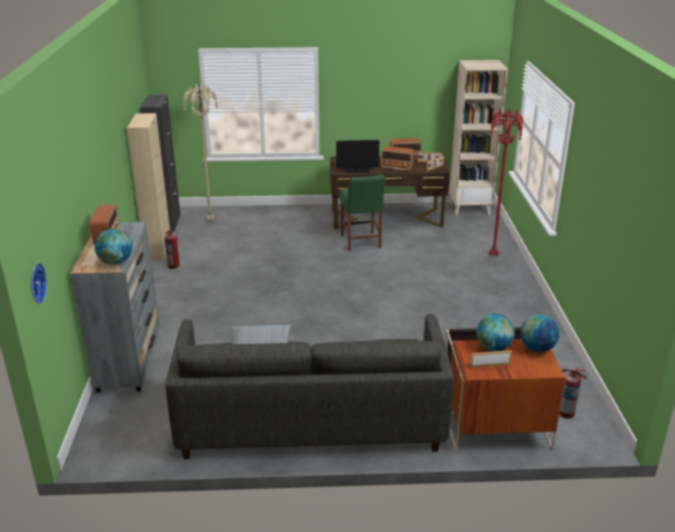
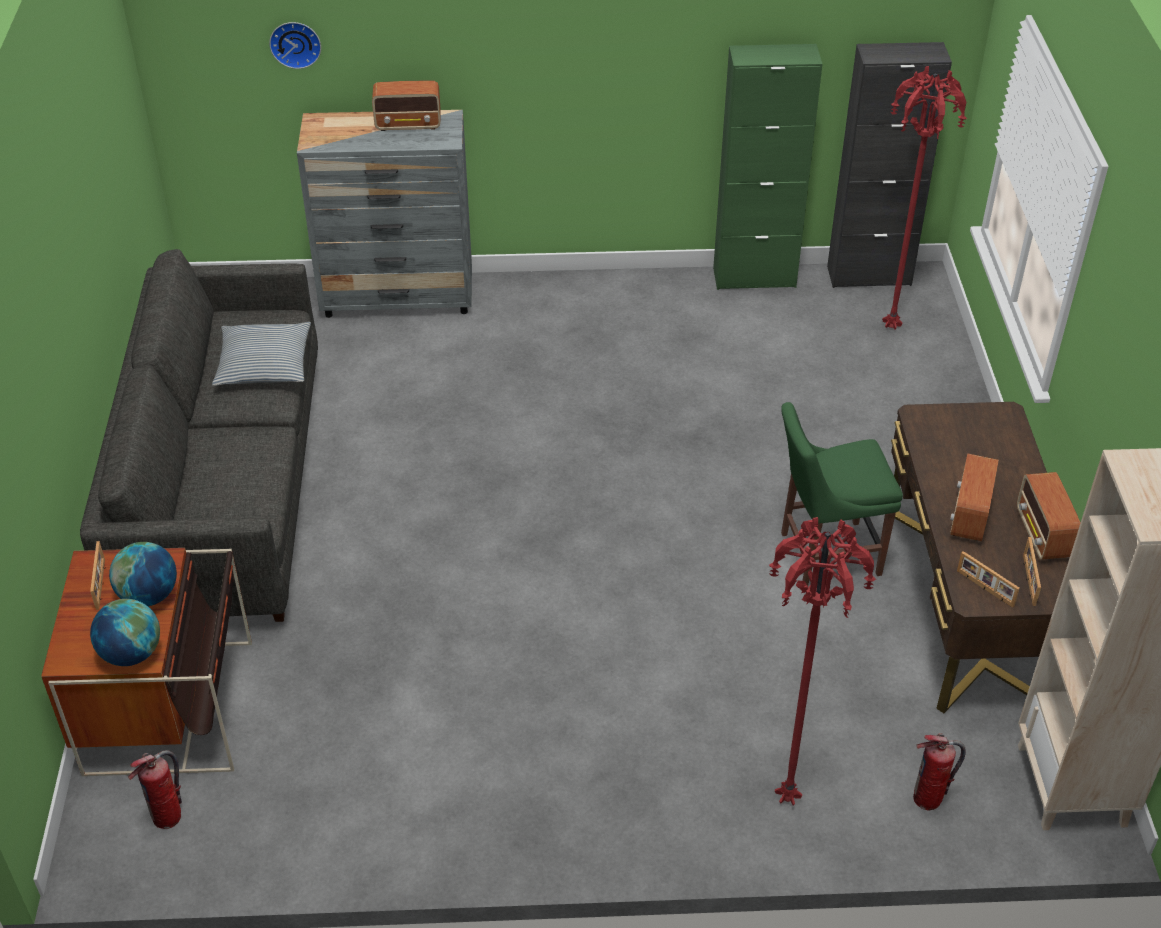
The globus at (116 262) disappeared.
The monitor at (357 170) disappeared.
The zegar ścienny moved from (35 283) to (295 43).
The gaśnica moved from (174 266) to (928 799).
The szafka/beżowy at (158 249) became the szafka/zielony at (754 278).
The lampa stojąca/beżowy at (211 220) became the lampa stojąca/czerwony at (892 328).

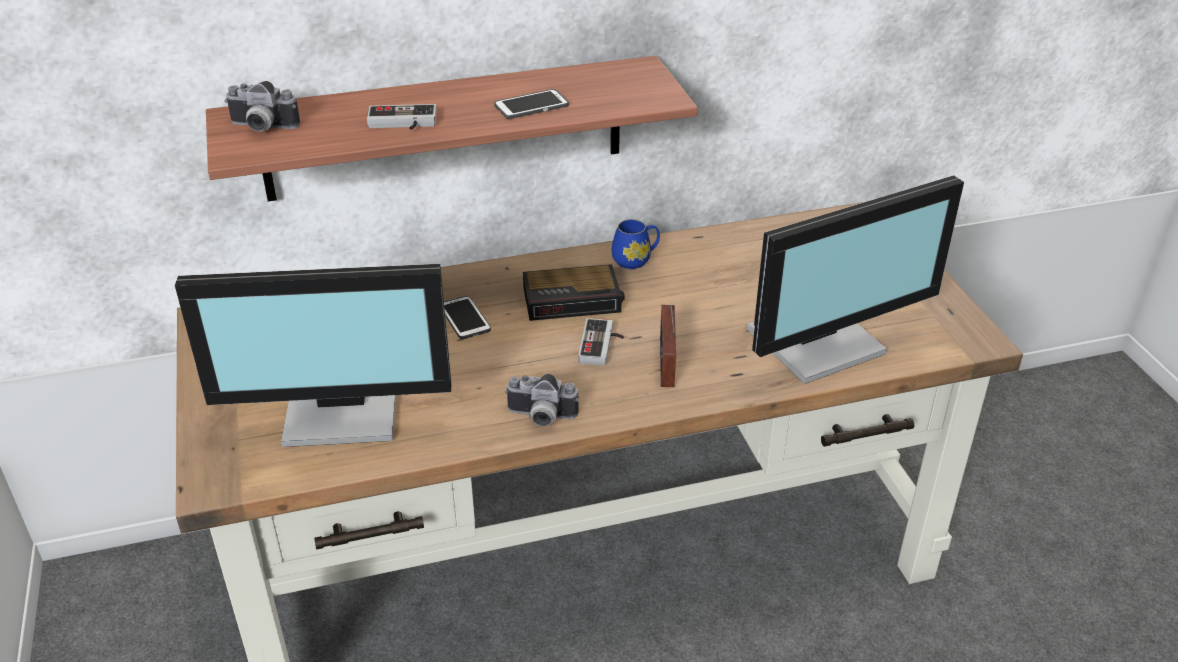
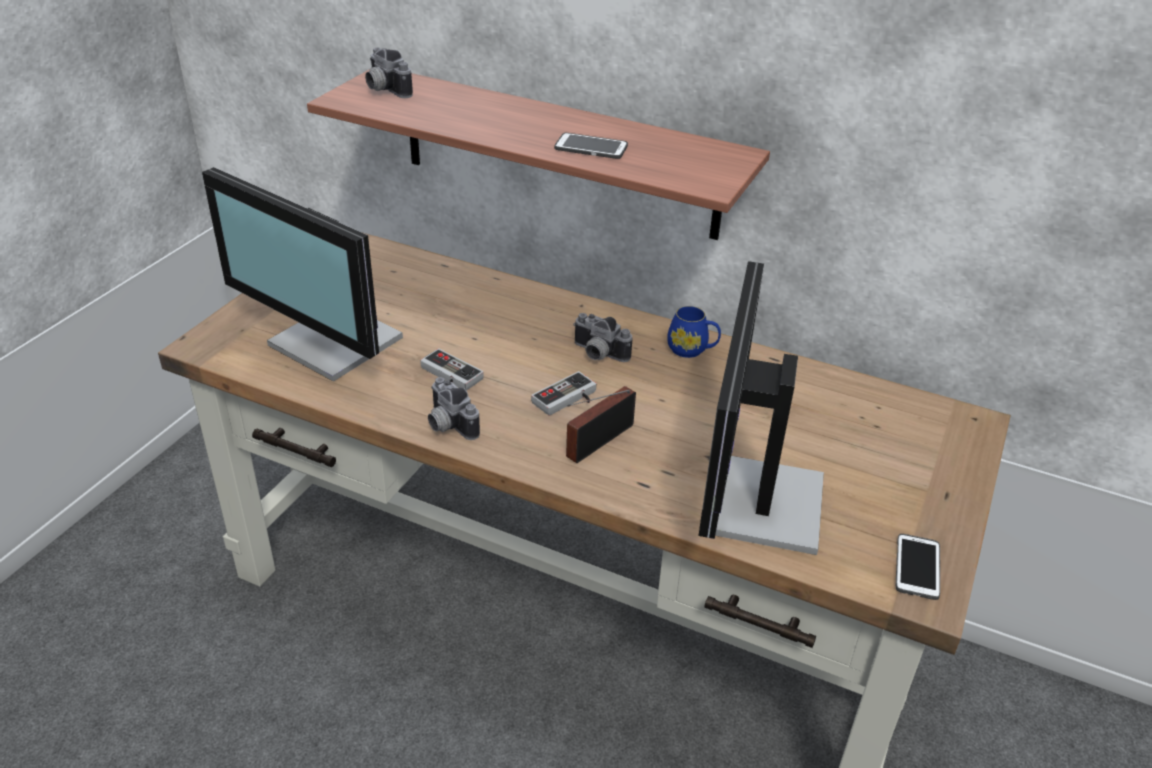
The pad do gier moved from (402 124) to (447 376).
The telefon moved from (464 318) to (917 567).
The budzik at (574 299) was replaced by the aparat fotograficzny at (597 354).
The monitor at (820 344) turned 90 degrees clockwise.

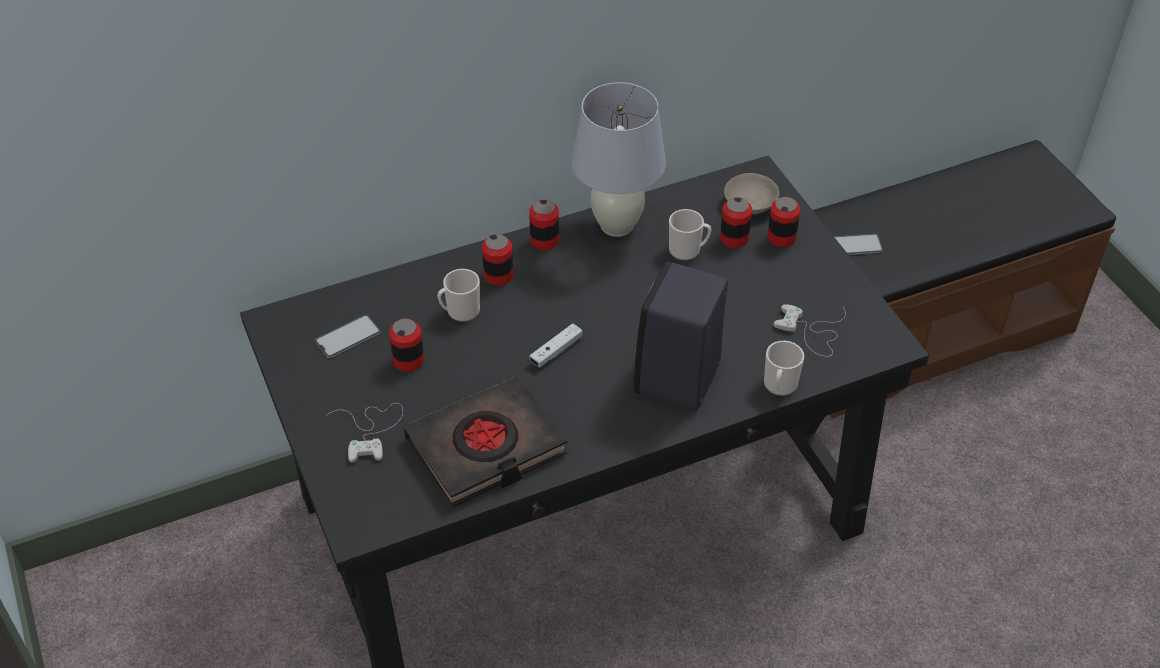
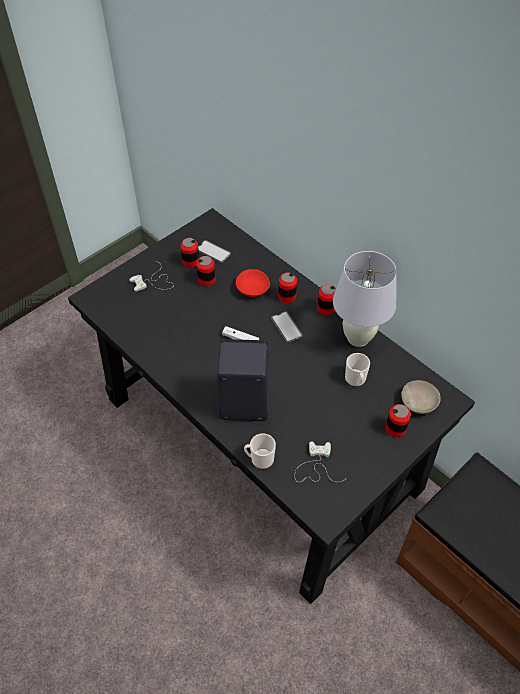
The książka/czarny at (486 448) disappeared.
The puszka moved from (734 238) to (191 262).
The telefon moved from (854 245) to (286 326).
The kubek at (460 311) was replaced by the miska/czerwony at (251 289).

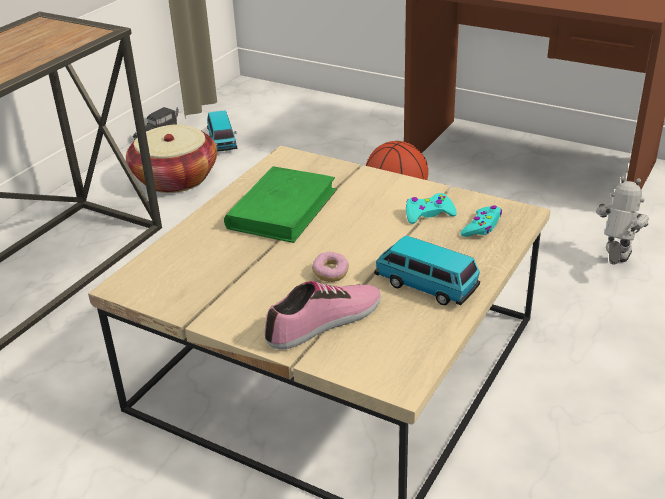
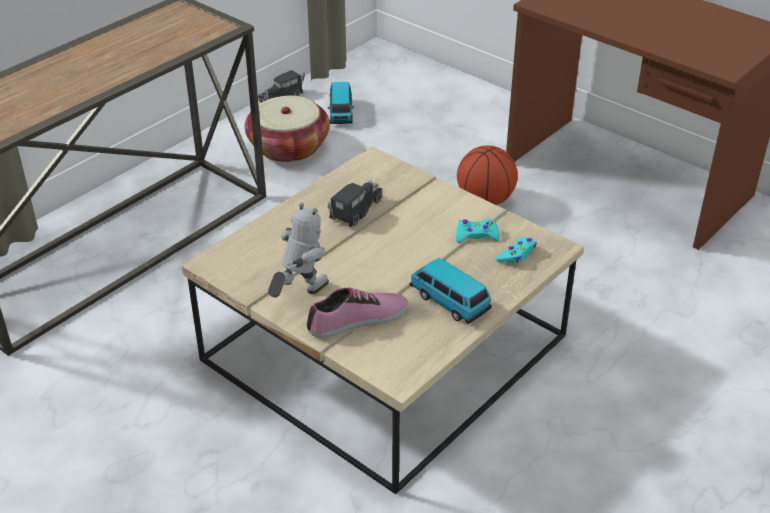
The donut at (330 273) disappeared.
The robot zabawkowy moved from (614 264) to (300 295).
The książka/zielony at (282 209) was replaced by the ciężarówka zabawkowa at (355 211).

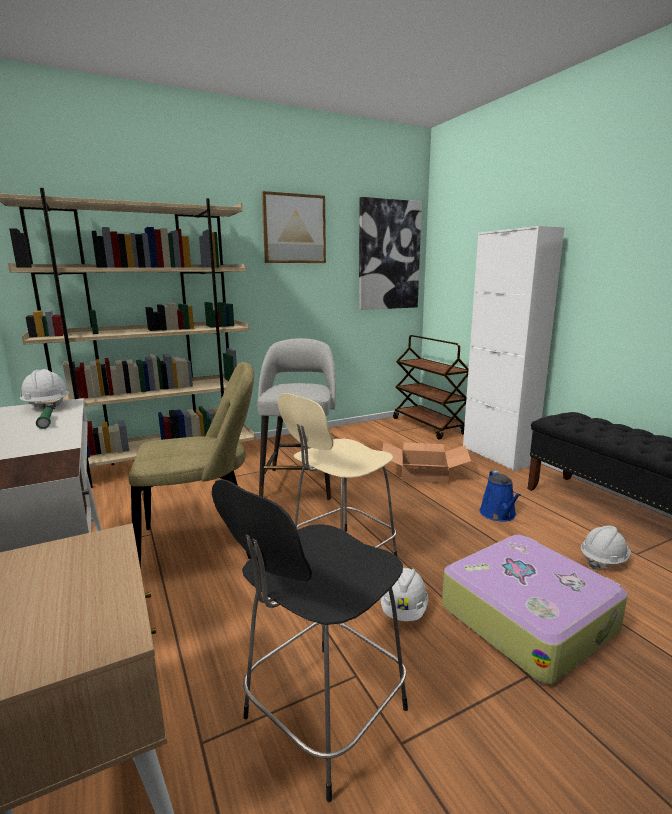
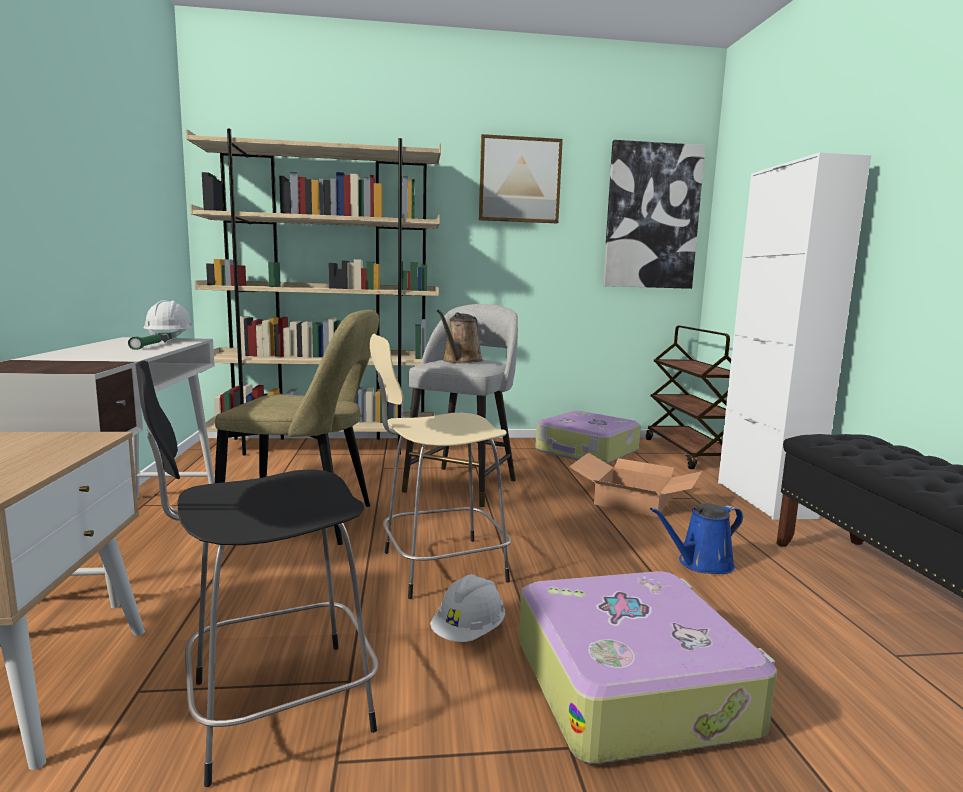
The kask/biały at (603 560) disappeared.
The konewka/brązowy at (460 361) appeared.
The walizka at (587 451) appeared.
The konewka/niebieski at (499 514) turned 45 degrees clockwise.

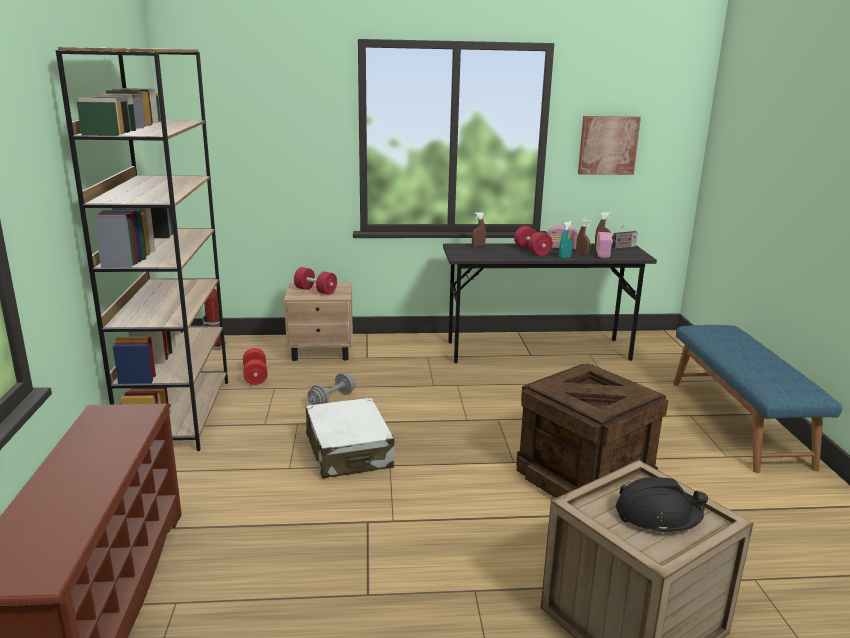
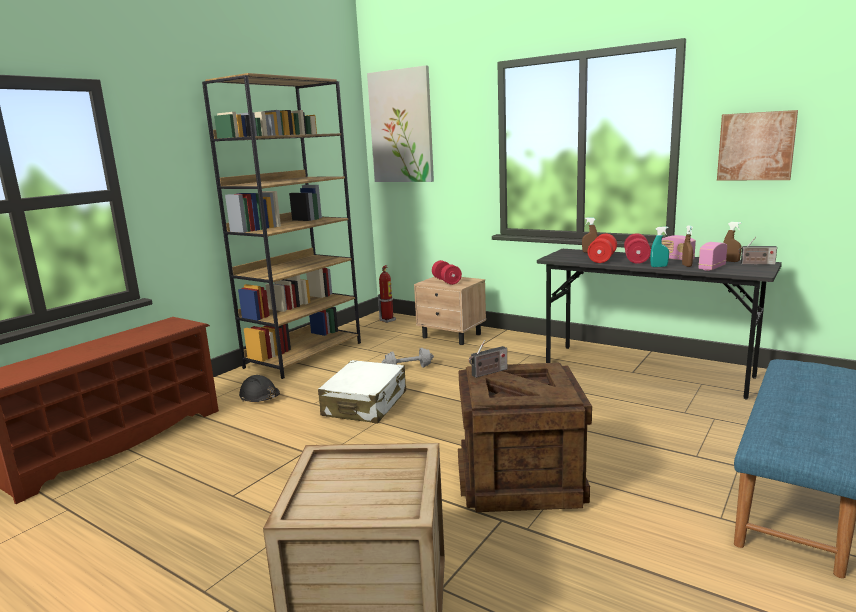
The obraz at (401 127) appeared.
The radio at (488 373) appeared.
The hantel/czerwony moved from (255 376) to (602 259).
The kask/czarny moved from (657 516) to (260 397).

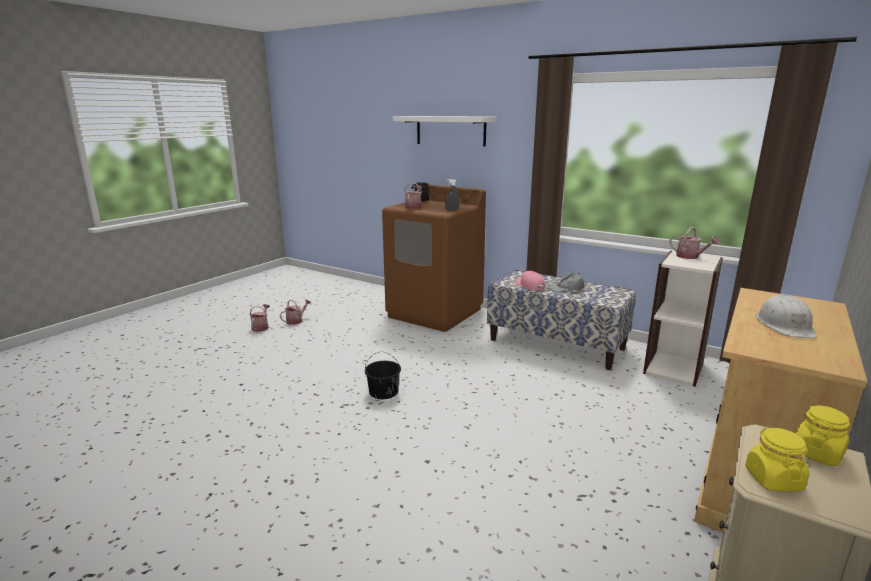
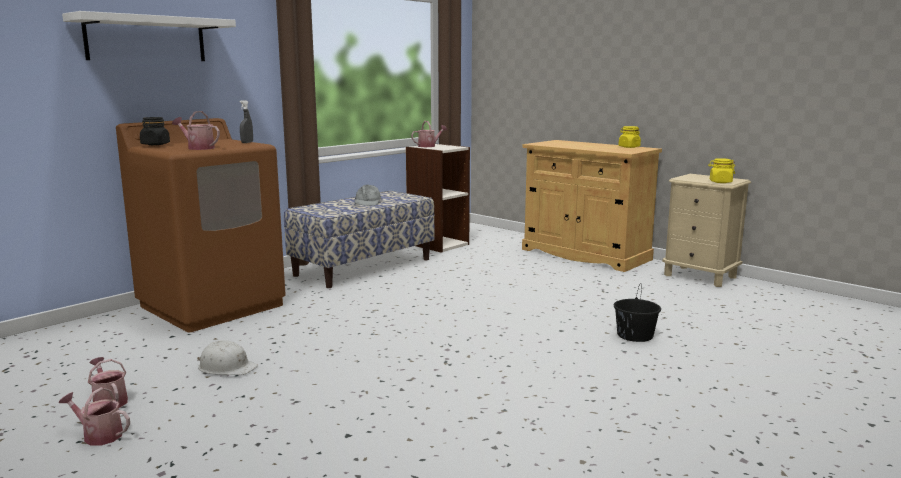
The czapka z daszkiem/różowy at (529 286) disappeared.
The wiadro/czarny moved from (384 392) to (635 335).
The kask/biały moved from (785 325) to (227 367).
The słoik/żółty moved from (817 453) to (629 147).

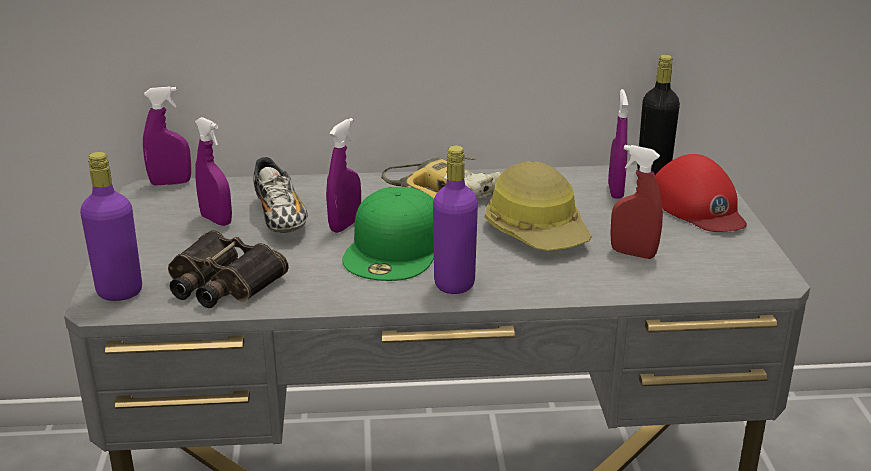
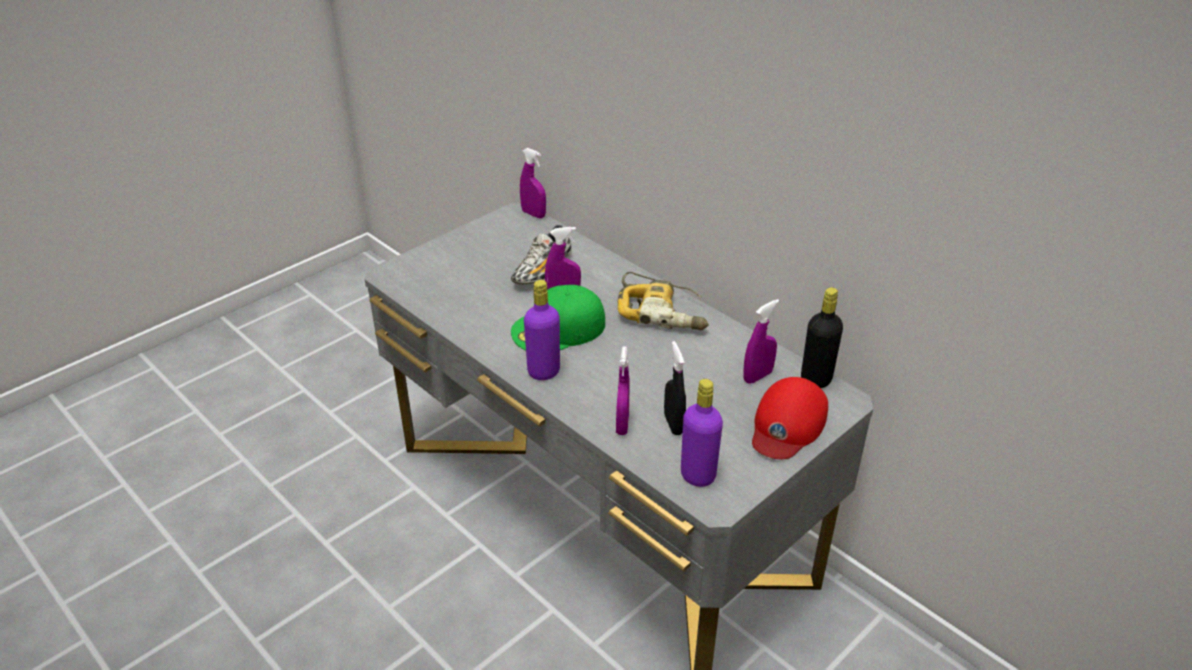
The lornetka at (221 283) disappeared.
The kask at (537 230) disappeared.
The butelka/fioletowy moved from (119 292) to (698 475).
The spryskiwacz/fioletowy moved from (216 220) to (622 424).
The spryskiwacz/czerwony at (633 253) became the spryskiwacz/czarny at (673 424).

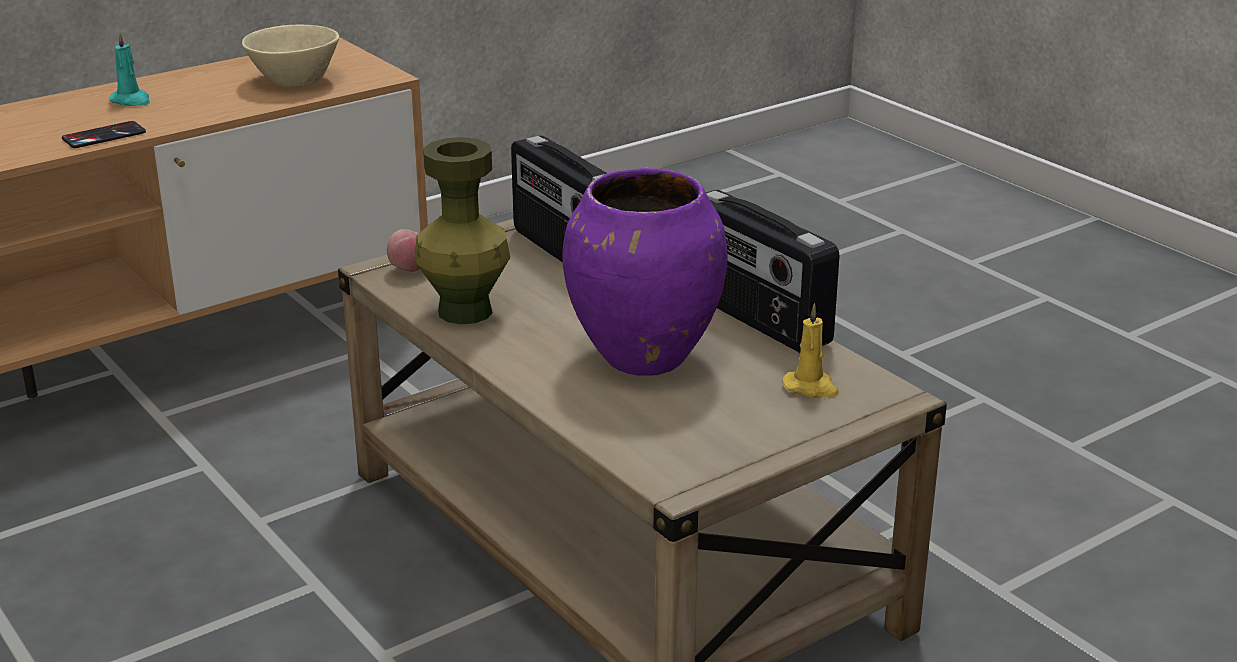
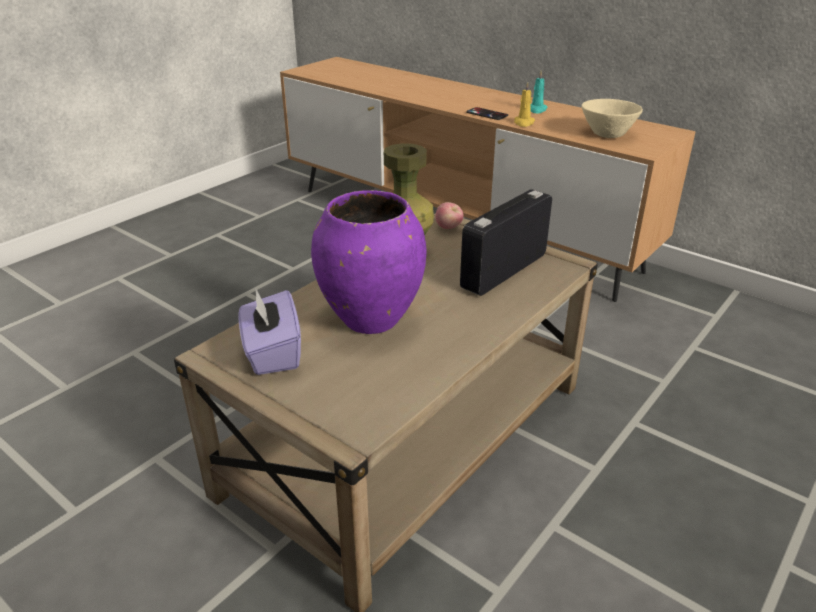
The radio at (754 318) disappeared.
The pudełko chusteczek/fioletowy at (272 353) appeared.
The świeca/żółty moved from (811 387) to (523 123).

